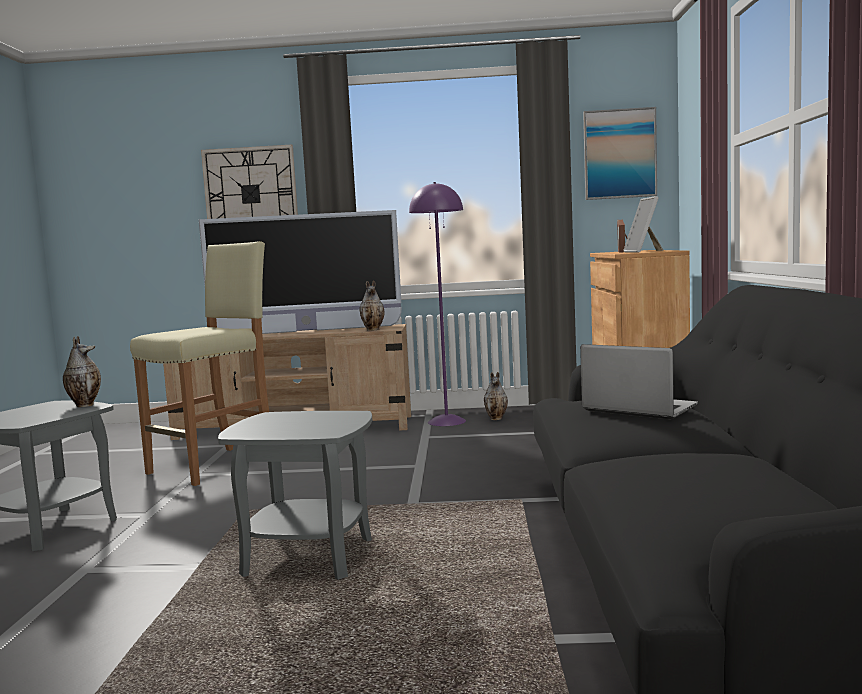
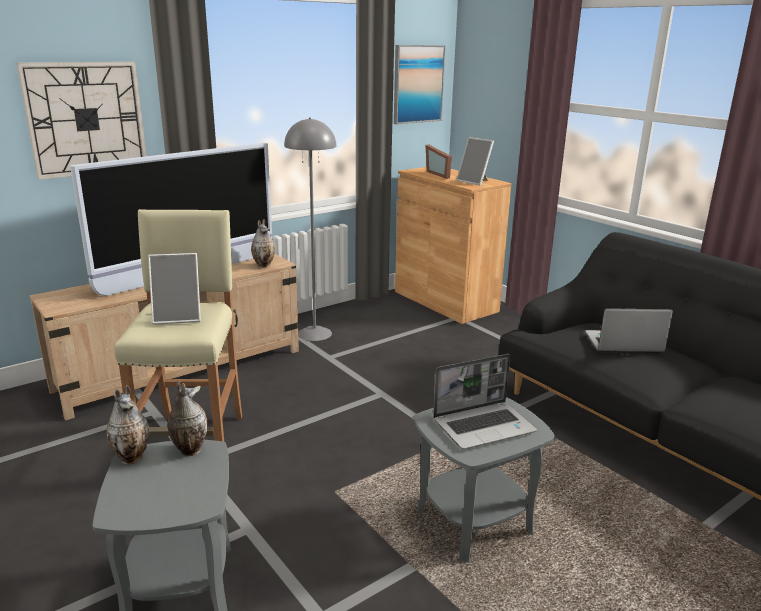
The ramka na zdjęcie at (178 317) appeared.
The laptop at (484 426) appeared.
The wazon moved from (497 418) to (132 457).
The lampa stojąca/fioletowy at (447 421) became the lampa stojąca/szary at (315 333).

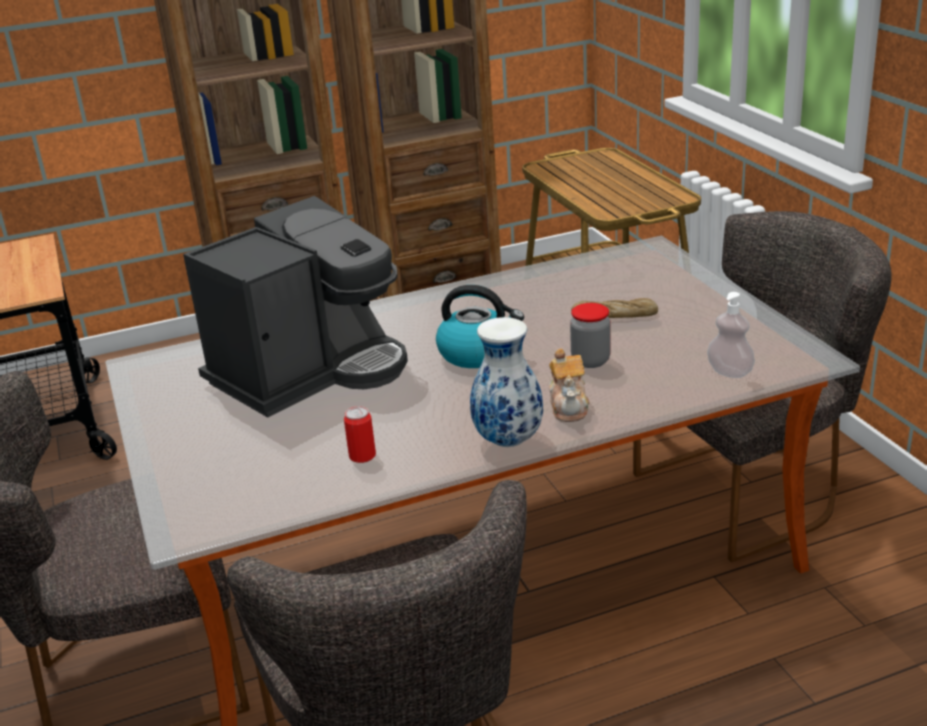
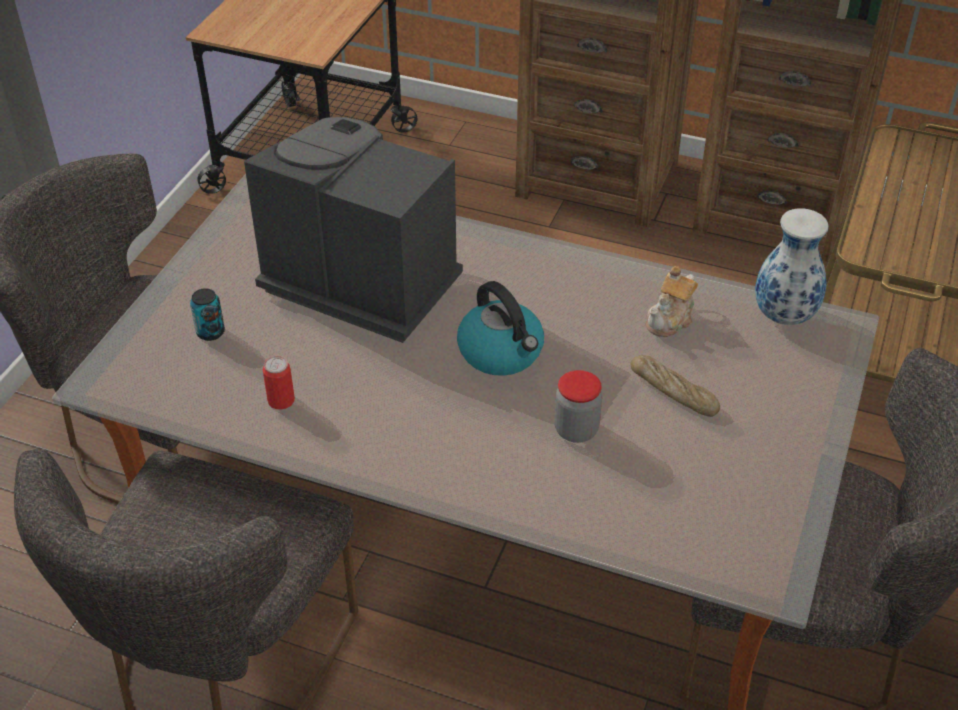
The dozownik mydła at (729 372) disappeared.
The puszka at (210 332) appeared.
The wazon moved from (510 440) to (785 317).
The imbryk moved from (569 406) to (670 320).
The ekspres do kawy at (310 371) turned 150 degrees counterclockwise.

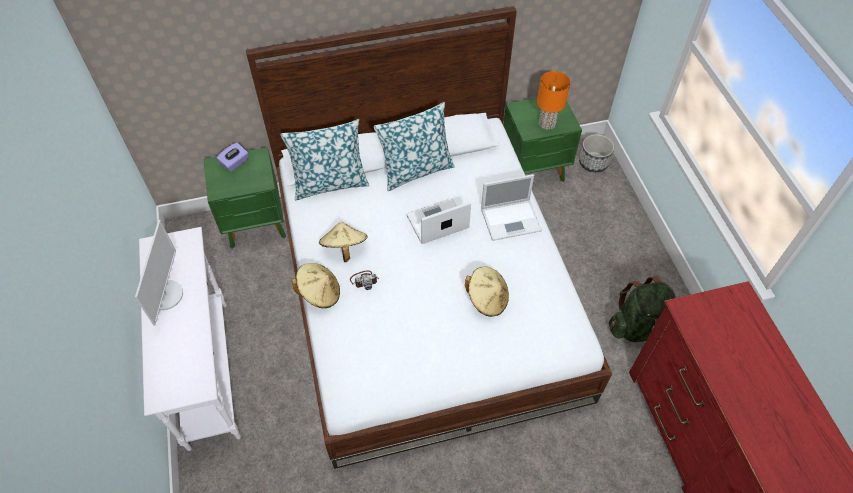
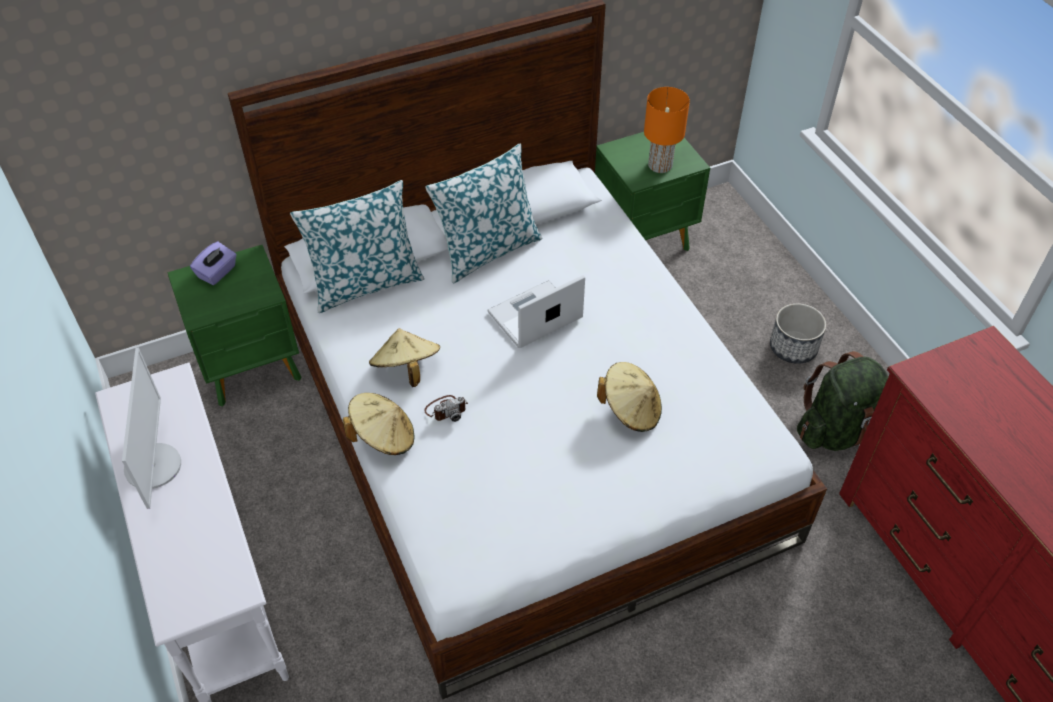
The laptop at (511 219) disappeared.
The donica moved from (593 162) to (793 347).

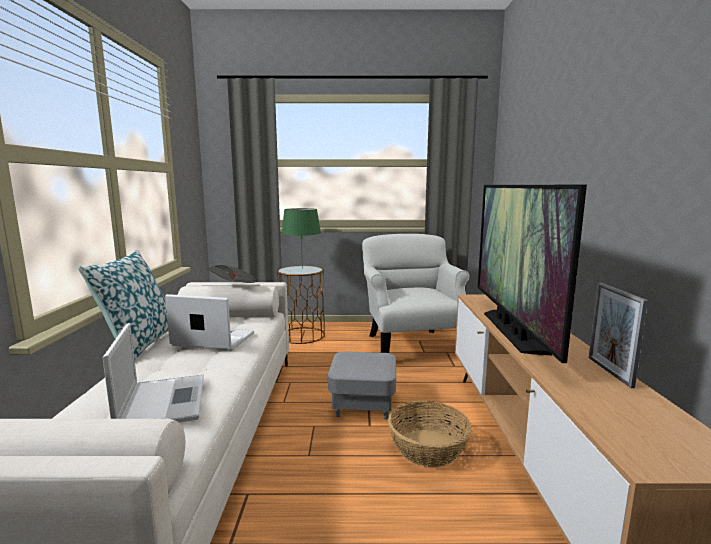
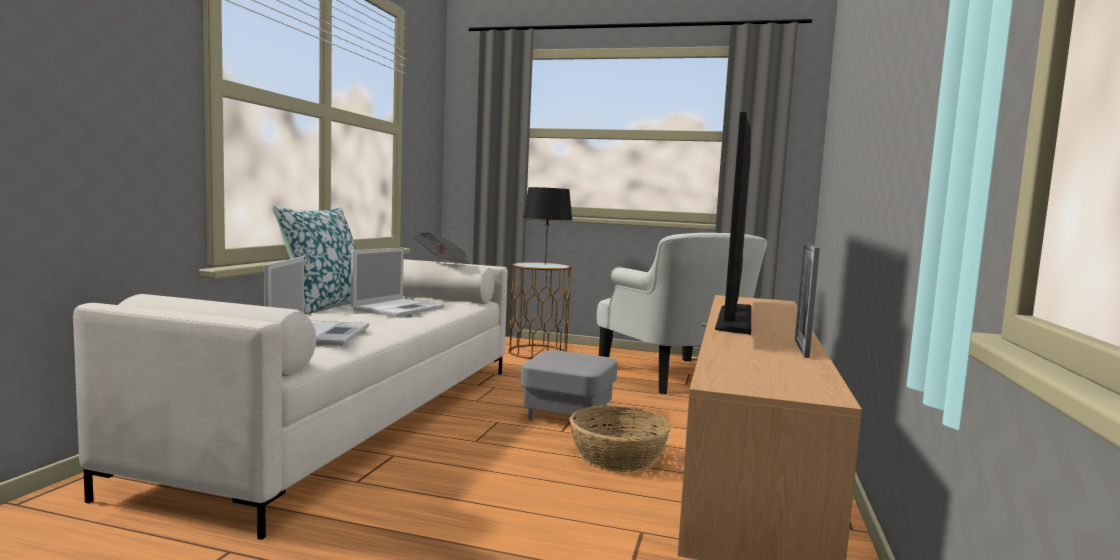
The lampa stołowa/zielony at (302 268) became the lampa stołowa/czarny at (545 264).
The laptop at (212 339) turned 90 degrees clockwise.
The fotel/biały at (412 345) turned 150 degrees clockwise.

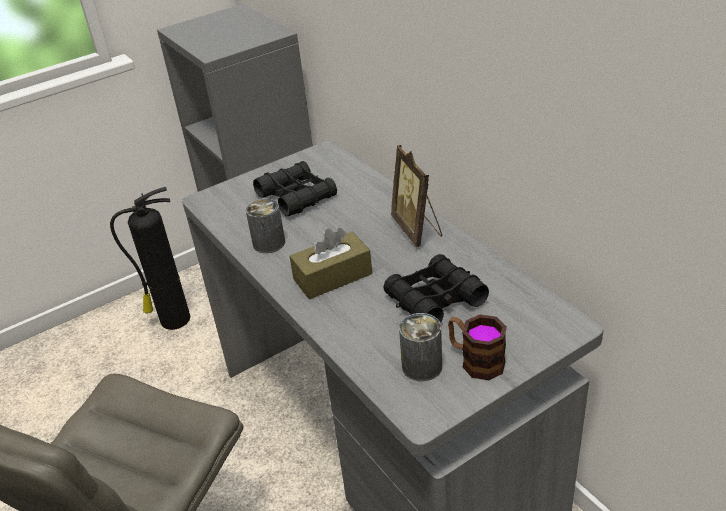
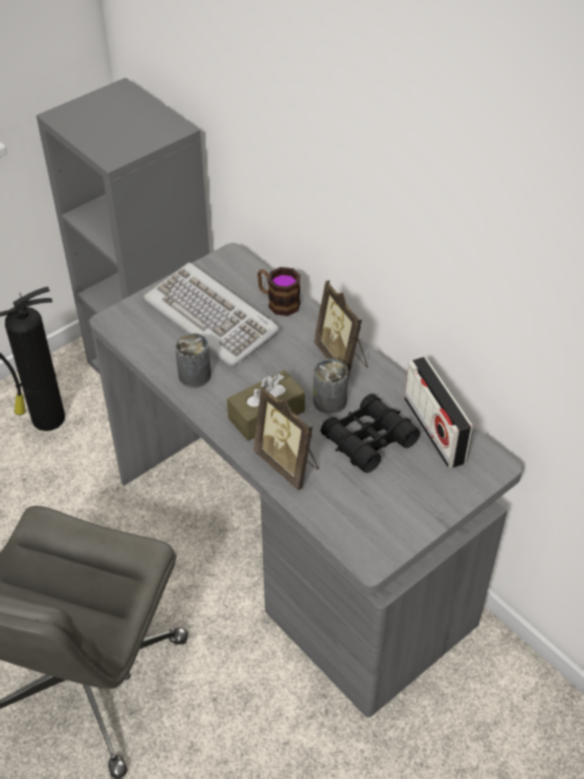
The ramka na zdjęcie at (288 464) appeared.
The radio at (434 430) appeared.
The puszka moved from (422 366) to (329 401).
The kubek moved from (475 360) to (278 302).
The lornetka/czarny at (297 196) was replaced by the klawiatura at (212 317).

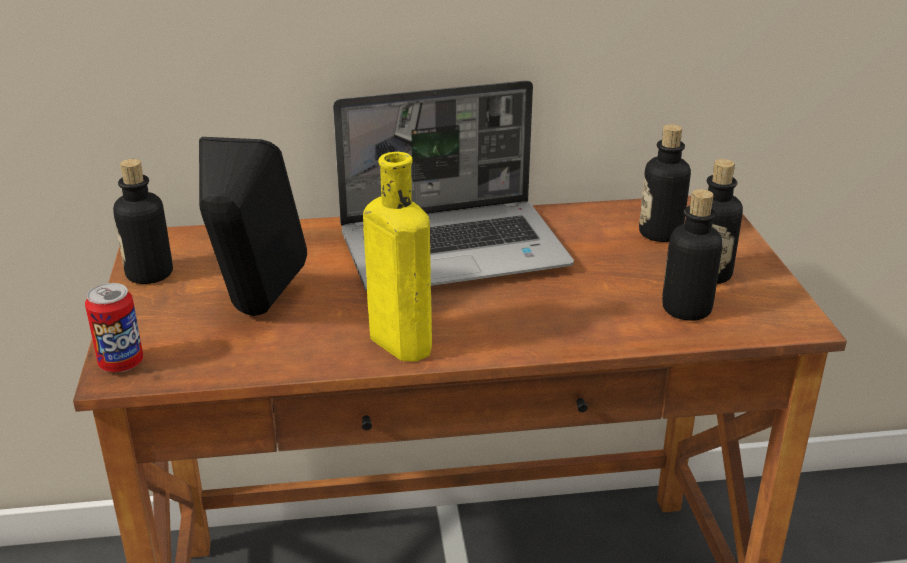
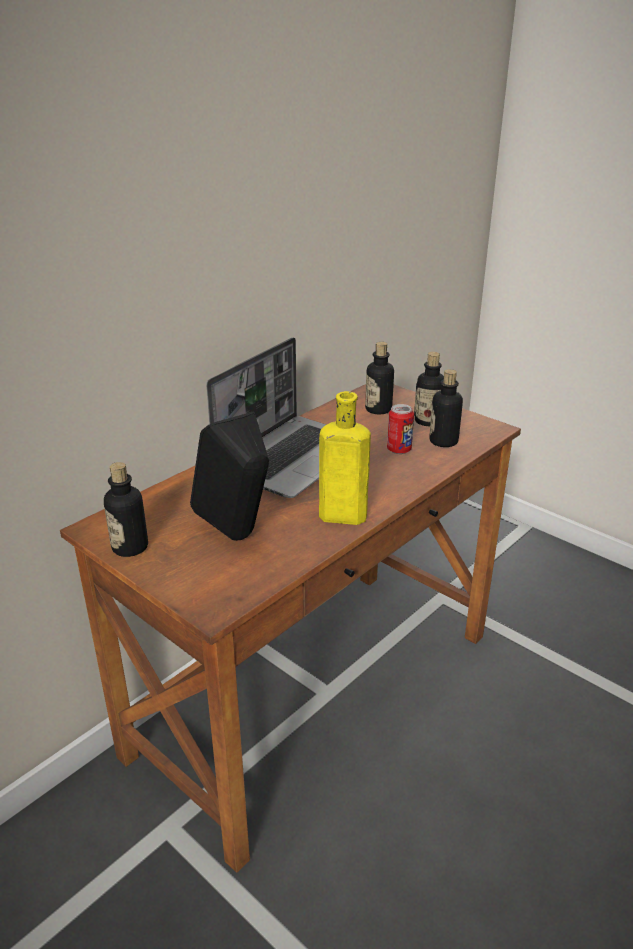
The puszka moved from (121 363) to (399 450).

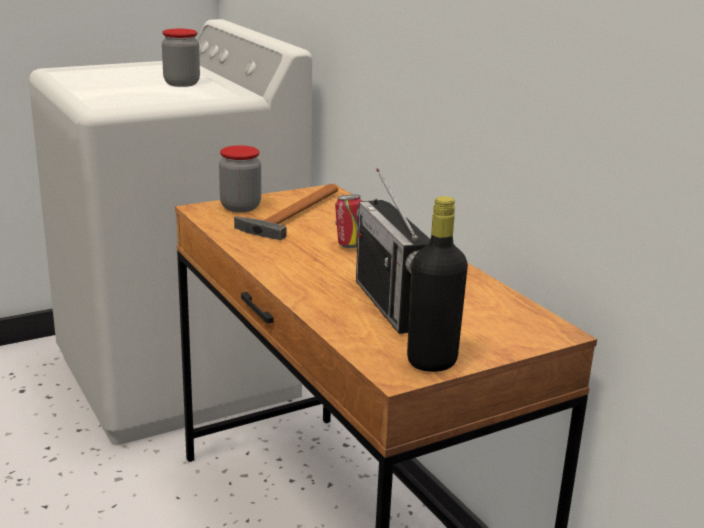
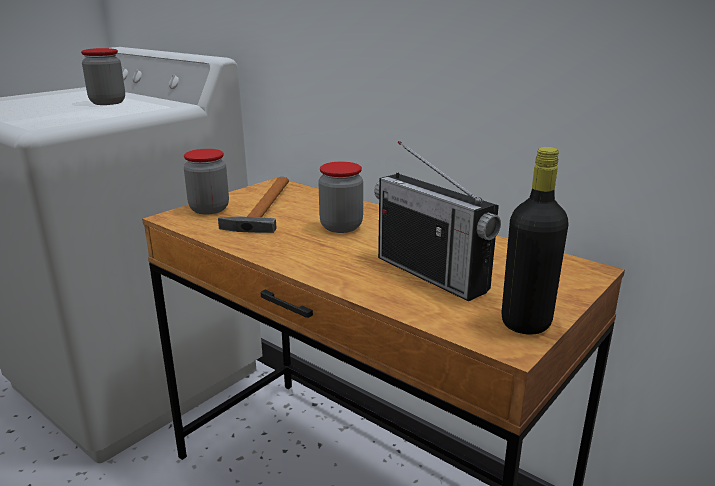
The puszka at (350 245) was replaced by the słoik at (341 227).

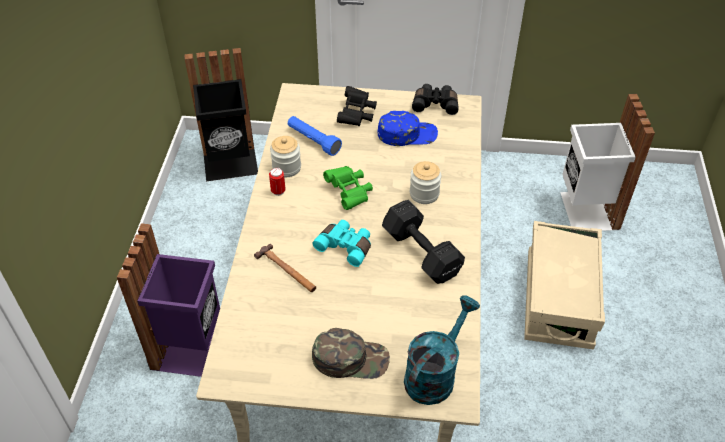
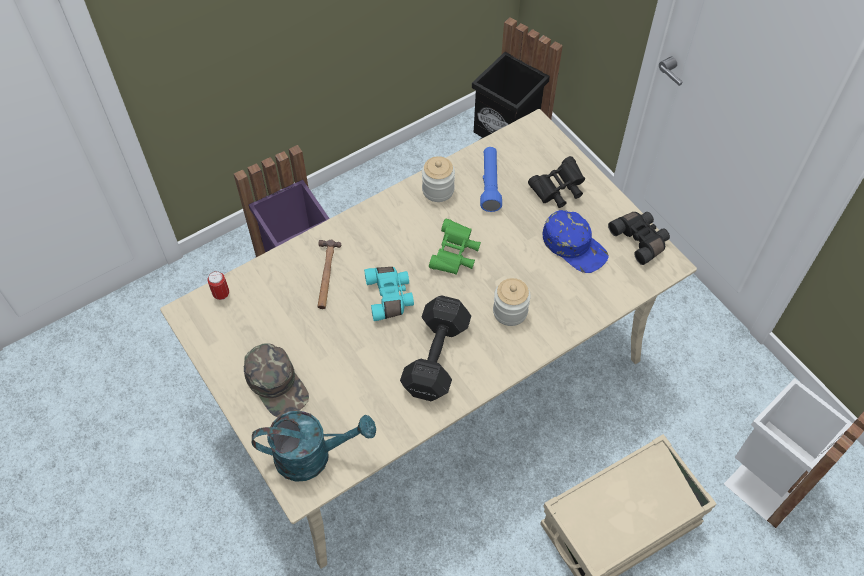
The puszka moved from (278 191) to (221 294).

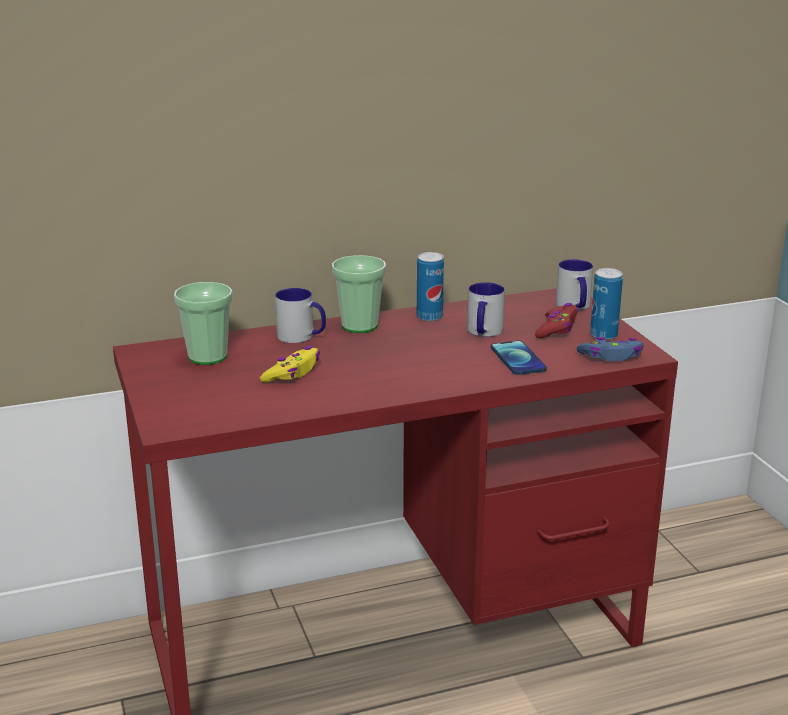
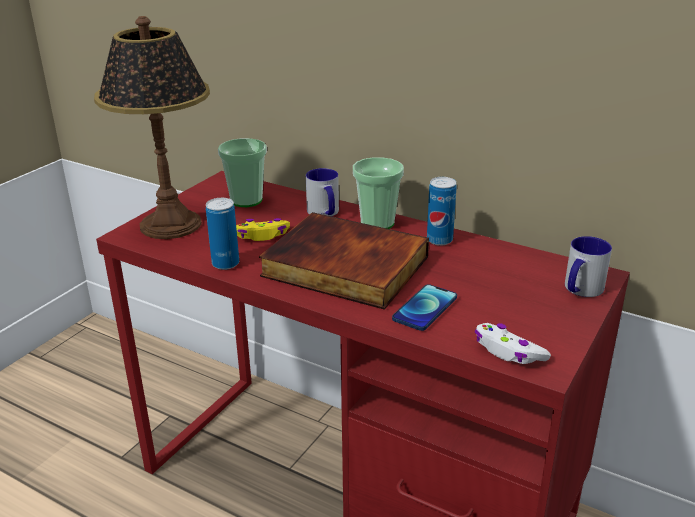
The kubek at (483 332) disappeared.
The pad do gier/czerwony at (557 329) disappeared.
The lampa stołowa at (171 225) appeared.
The książka at (343 267) appeared.
The puszka moved from (603 335) to (225 264).
The pad do gier/niebieski at (611 356) became the pad do gier/biały at (508 351).

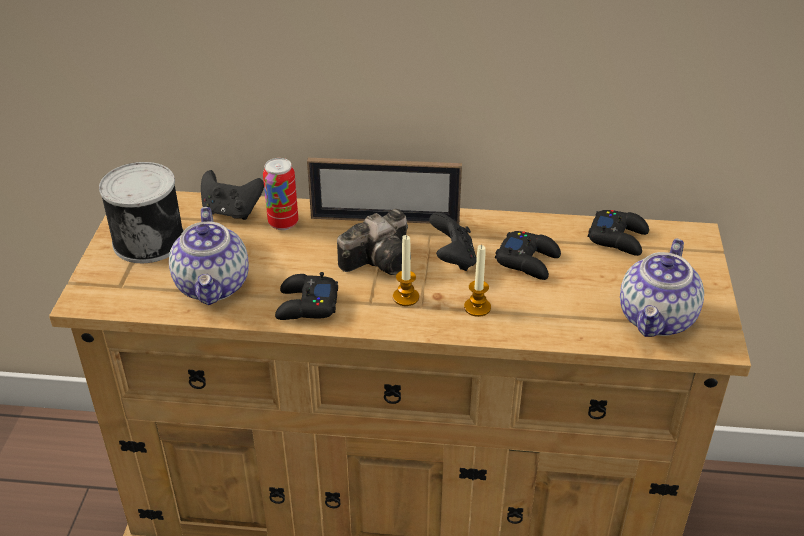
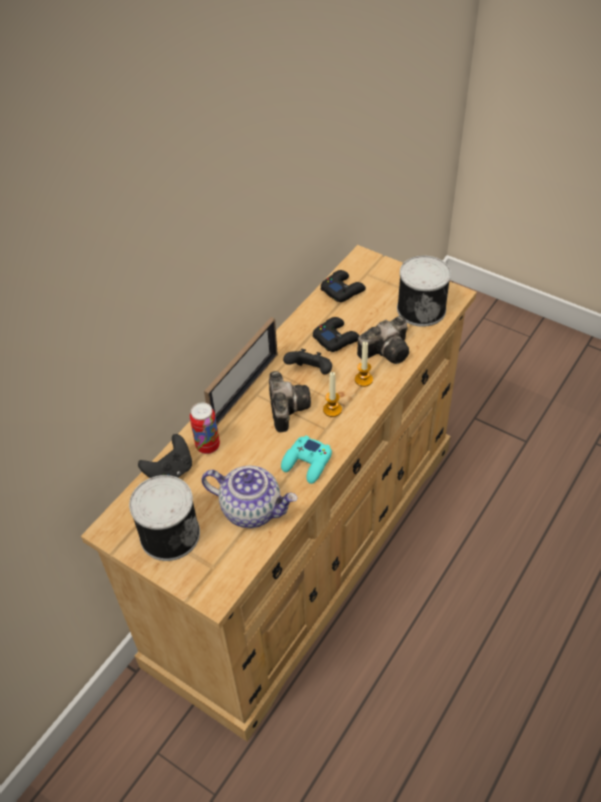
The aparat fotograficzny at (388 350) appeared.
The imbryk at (657 319) was replaced by the puszka at (421 308).
The pad do gier/czarny at (306 305) became the pad do gier/turkusowy at (307 463).

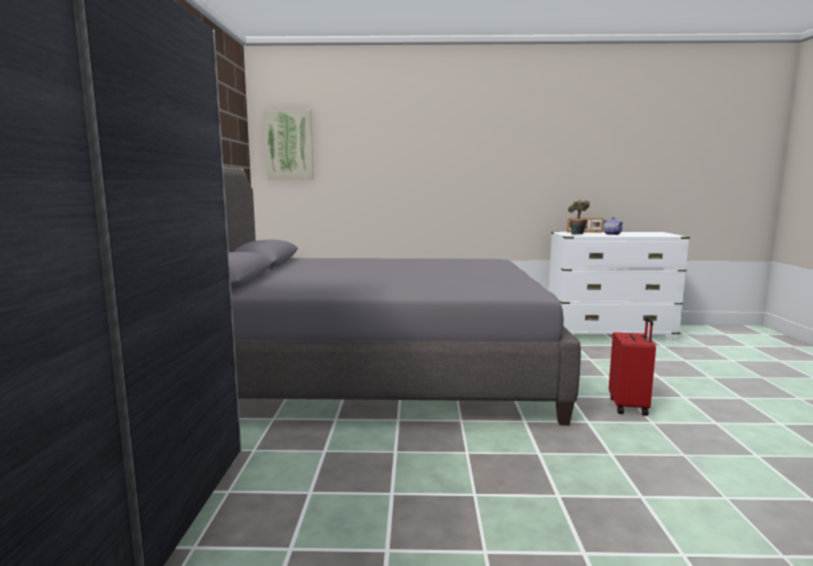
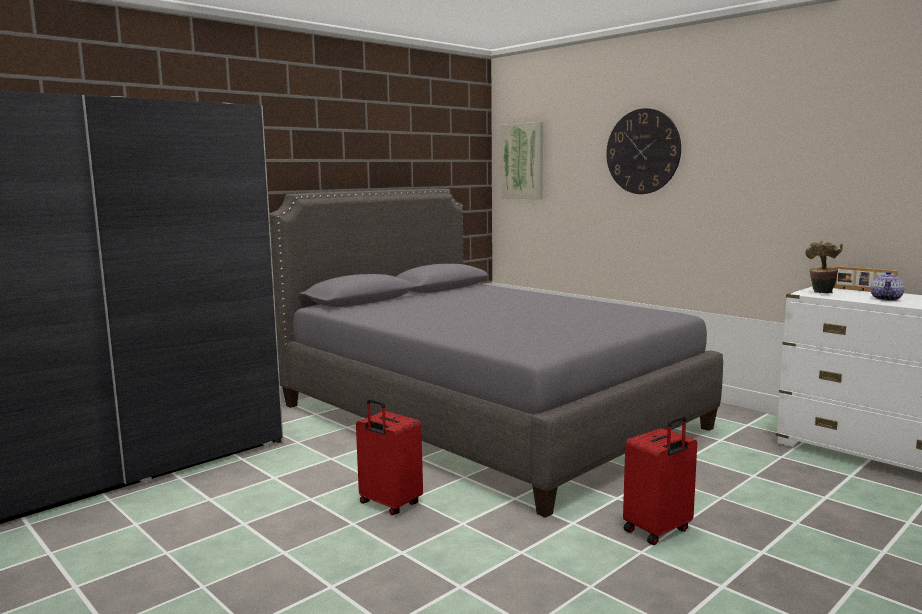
The walizka/czerwony at (389 504) appeared.
The zegar ścienny at (643 151) appeared.

